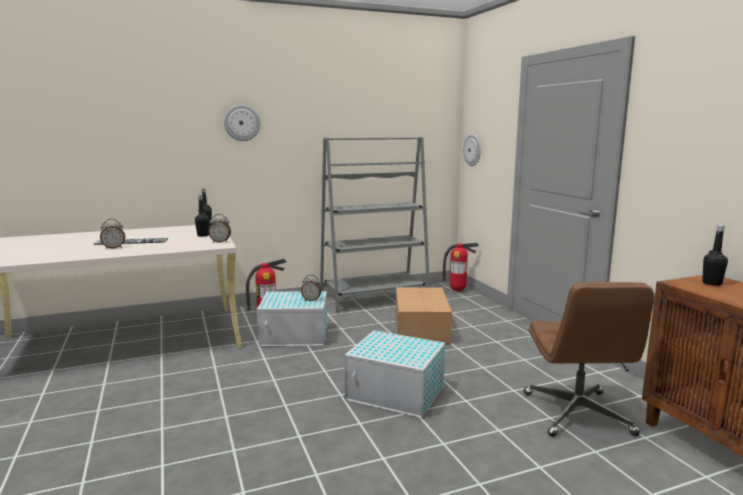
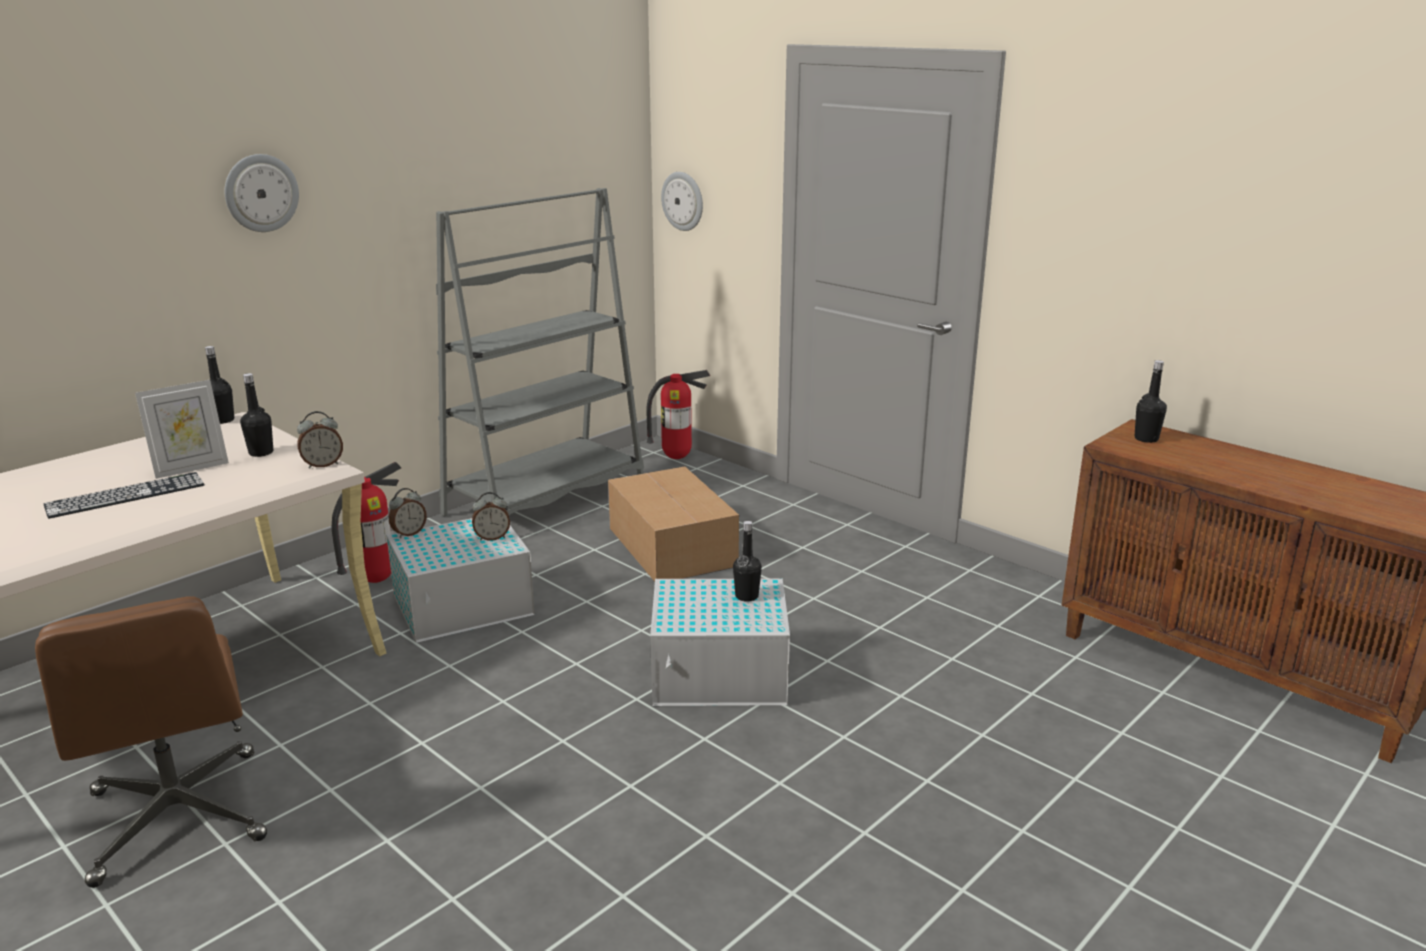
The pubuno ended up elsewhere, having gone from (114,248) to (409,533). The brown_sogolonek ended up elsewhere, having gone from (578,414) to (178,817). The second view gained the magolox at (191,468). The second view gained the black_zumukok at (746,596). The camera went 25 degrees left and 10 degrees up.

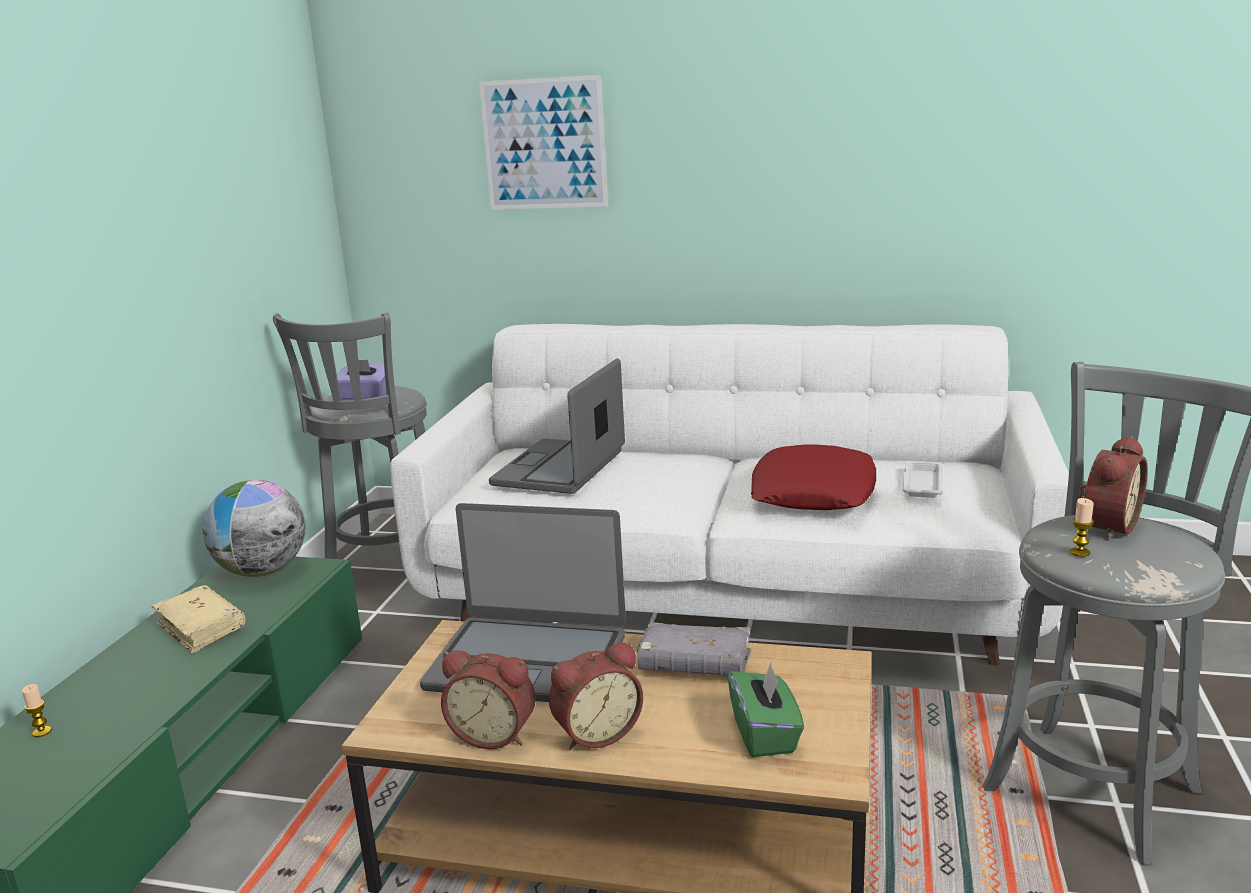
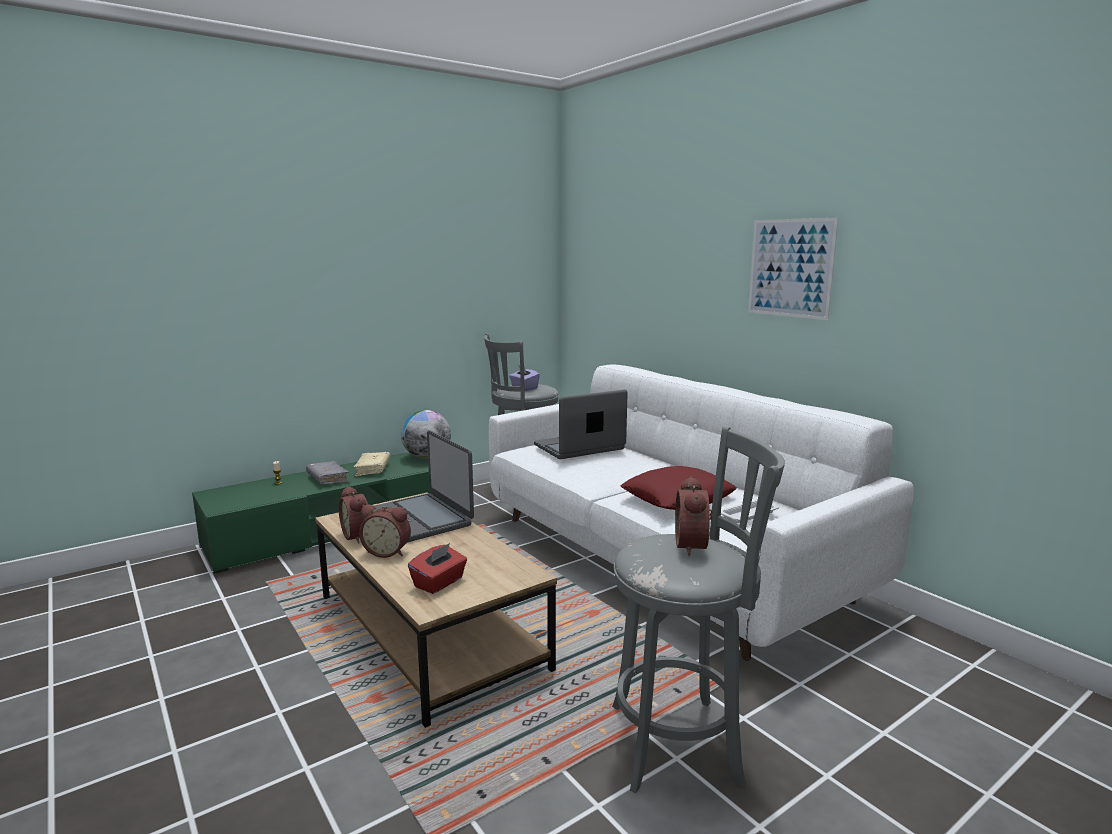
The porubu ended up elsewhere, having gone from (544,144) to (790,268). The pubuno at (1105,526) ended up facing another way, 105 degrees clockwise from before. The second view lost the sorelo at (1079,552). The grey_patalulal ended up elsewhere, having gone from (694,664) to (328,479). What was the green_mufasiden at (765,734) turned into the red_mufasiden at (439,583). The camera went 40 degrees right and 5 degrees down.

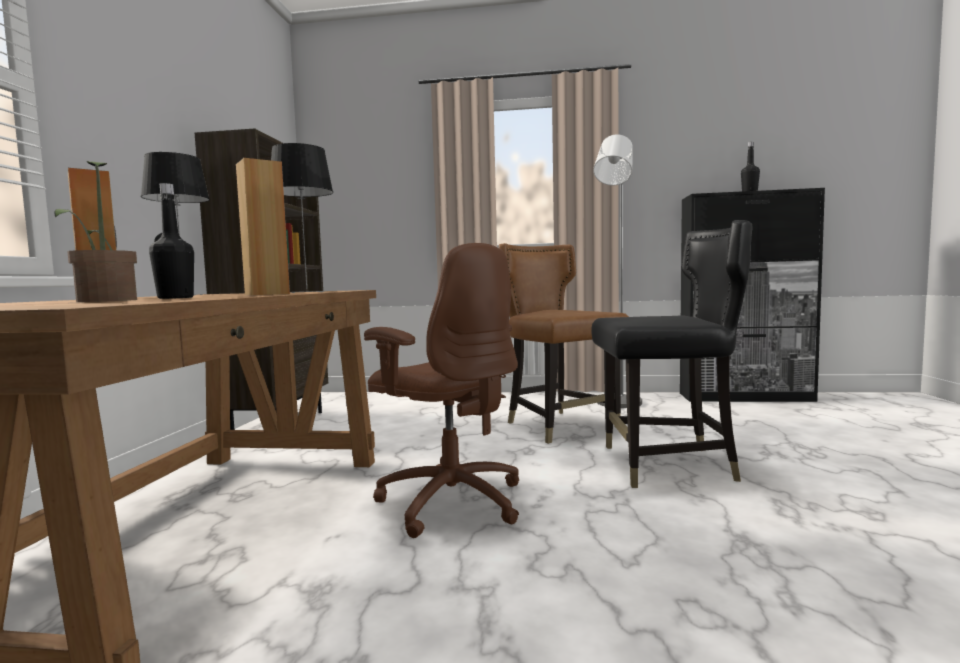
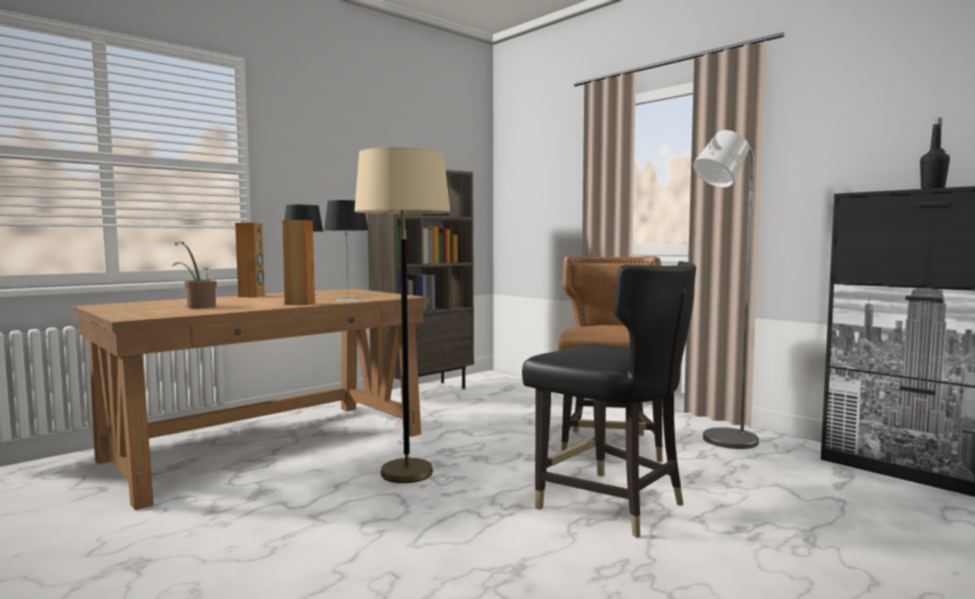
The second view lost the black_zumukok at (175,298). Where the brown_sogolonek stood at (451,501), the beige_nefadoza came to stand at (406,473). The camera went 40 degrees right and 0 degrees up.

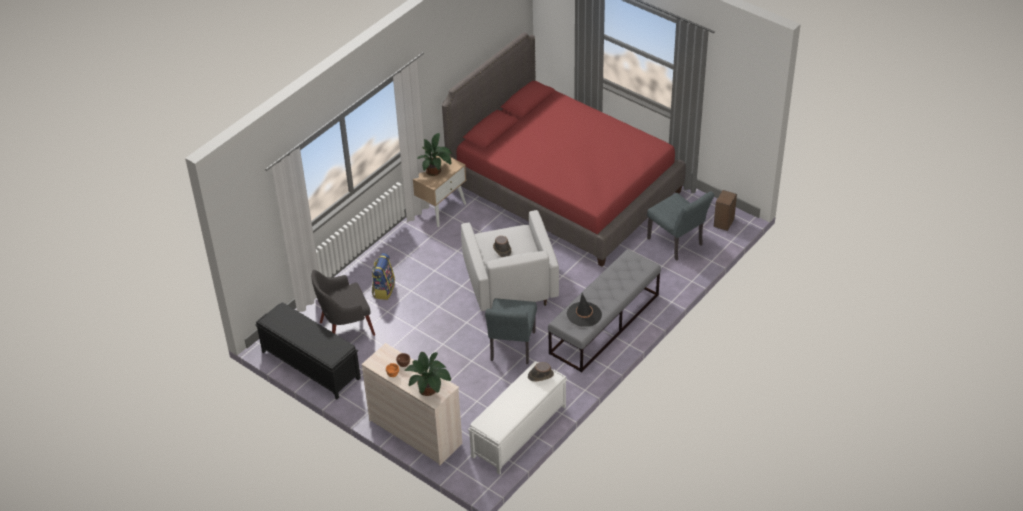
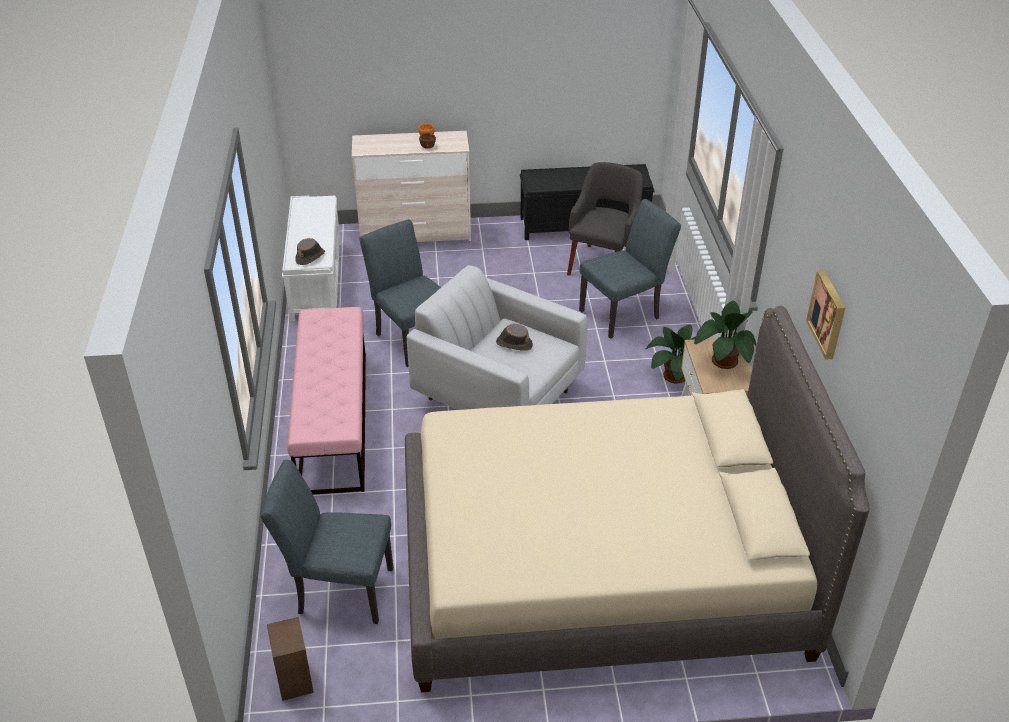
What was the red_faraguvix at (564,189) turned into the beige_faraguvix at (601,567). What was the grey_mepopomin at (604,324) turned into the pink_mepopomin at (333,420). Where the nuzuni stood at (383,289), the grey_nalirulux came to stand at (624,313). The second view lost the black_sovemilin at (584,314). The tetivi ended up elsewhere, having gone from (429,389) to (673,376). The second view gained the porubu at (828,314). The camera went 135 degrees right and 5 degrees down.

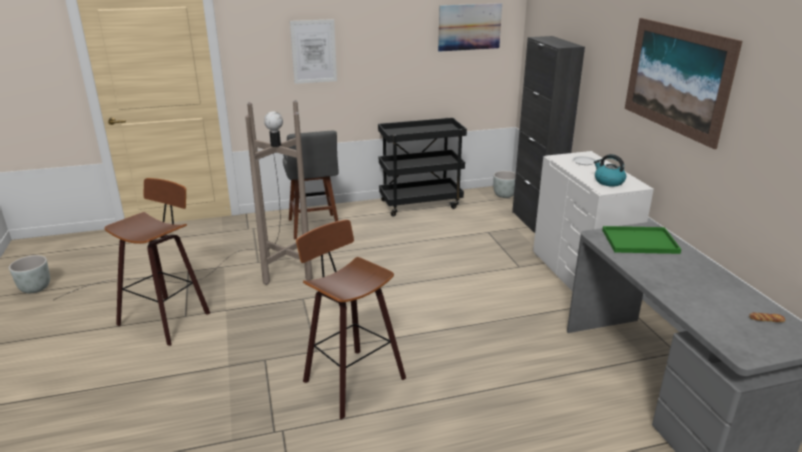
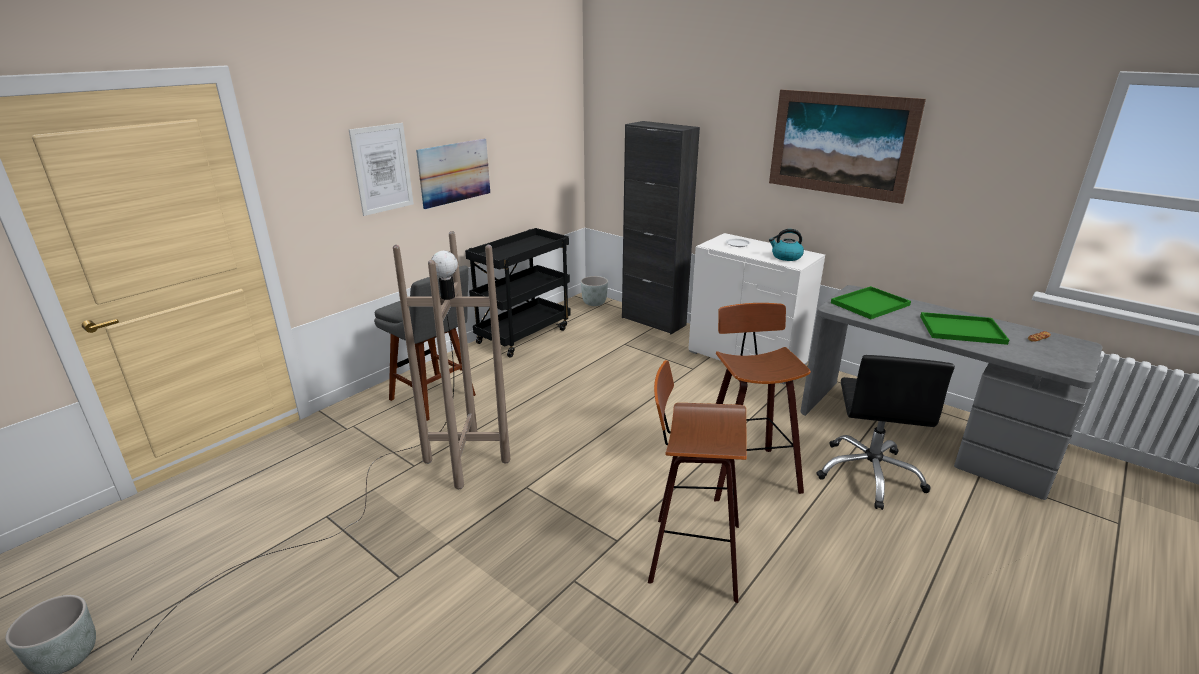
The porubu ended up elsewhere, having gone from (469,27) to (454,172). The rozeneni ended up elsewhere, having gone from (167,318) to (745,471). The second view gained the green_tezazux at (960,330). The second view gained the black_sogolonek at (870,474). The camera went 35 degrees left and 0 degrees up.

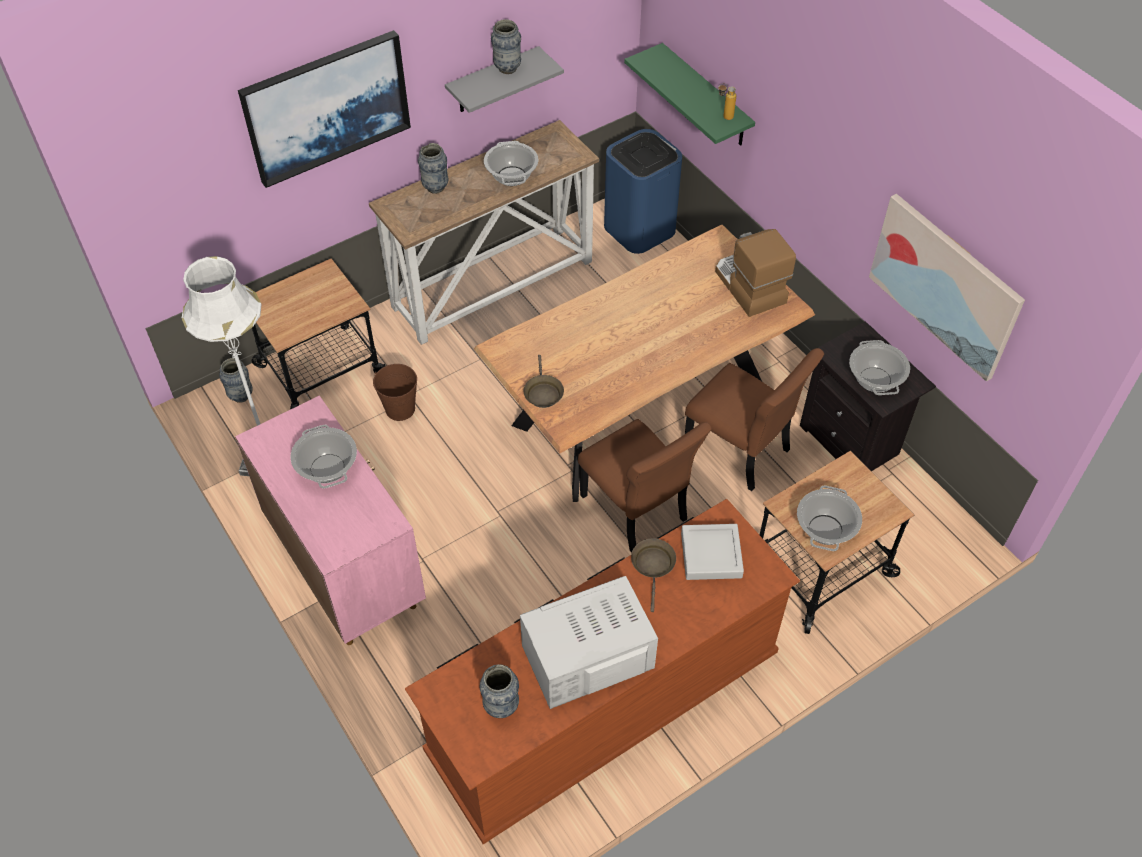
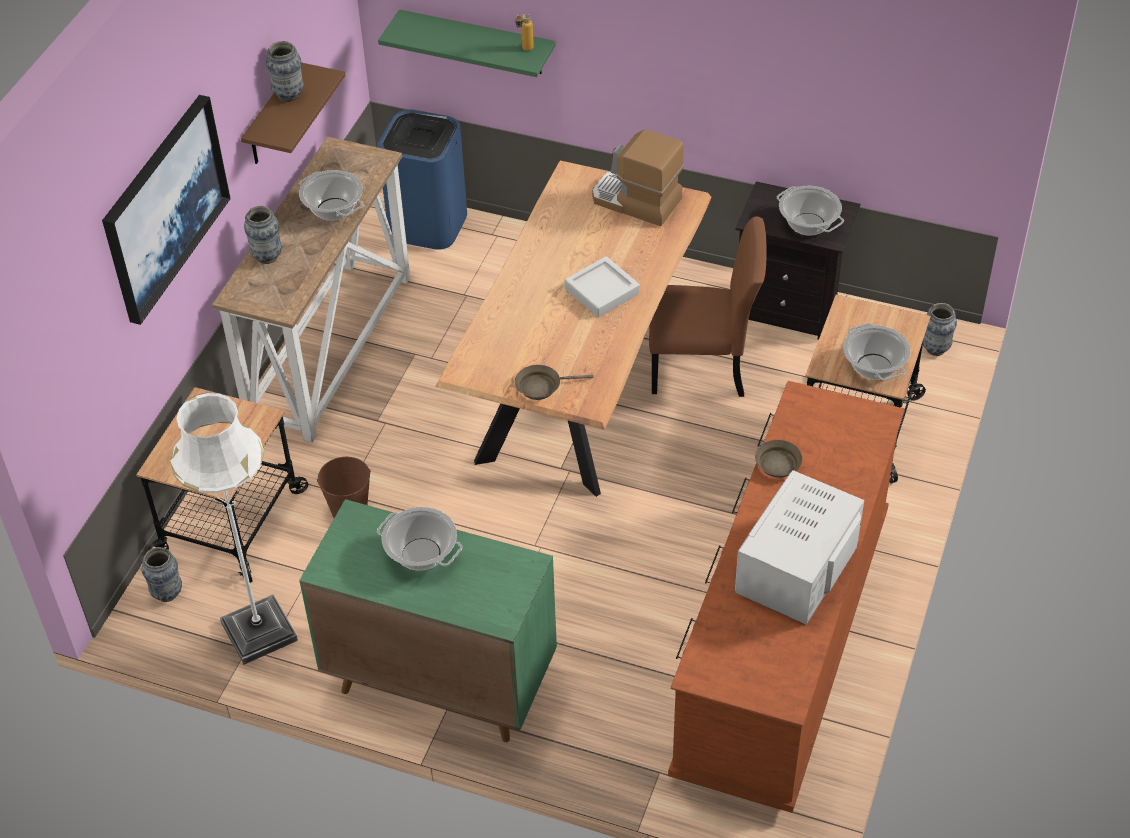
What was the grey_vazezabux at (493,81) turned into the brown_vazezabux at (272,117). The second view lost the porubu at (945,285). The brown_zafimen at (543,392) ended up facing another way, 120 degrees clockwise from before. What was the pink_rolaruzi at (345,569) turned into the green_rolaruzi at (439,680). The second view lost the brown_nalirulux at (636,511). The grey_tezazux ended up elsewhere, having gone from (711,555) to (602,291). The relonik ended up elsewhere, having gone from (501,706) to (935,349). The camera went 35 degrees left and 5 degrees down.

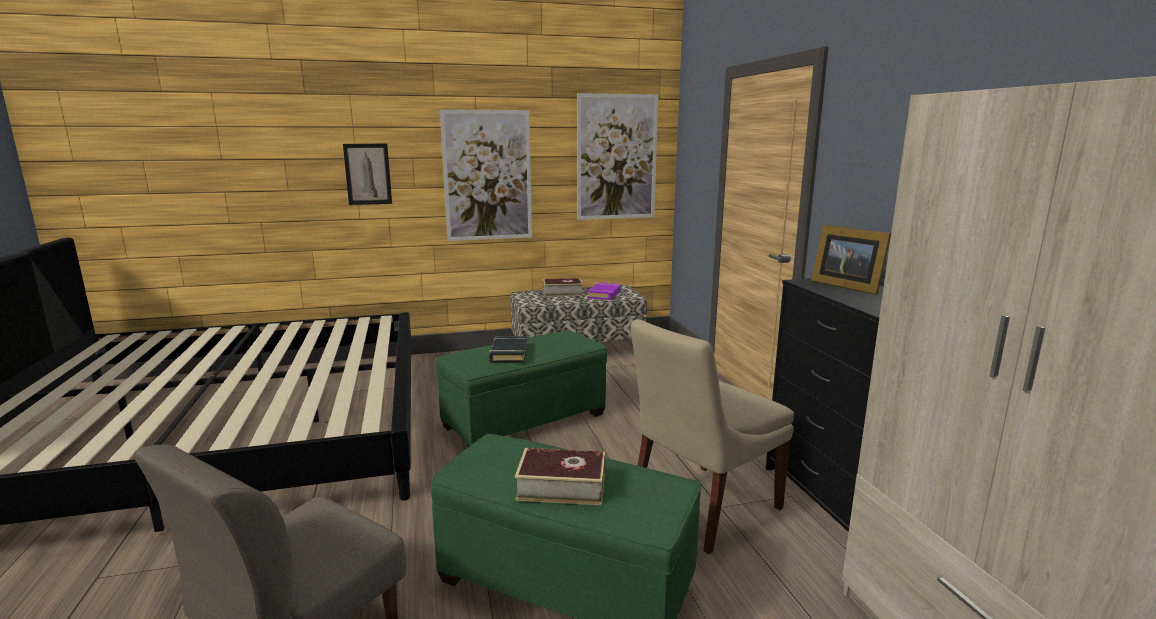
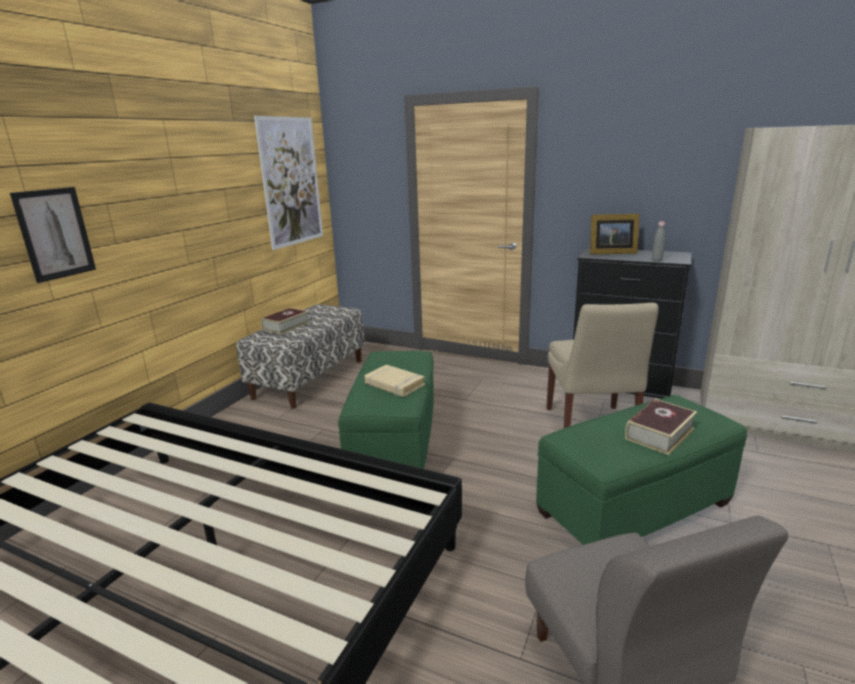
The second view lost the porubu at (487,176). The second view lost the purple_patalulal at (604,294). What was the black_patalulal at (508,353) turned into the beige_patalulal at (394,385). The second view gained the grey_zumukok at (656,260). The camera went 50 degrees left and 5 degrees up.

